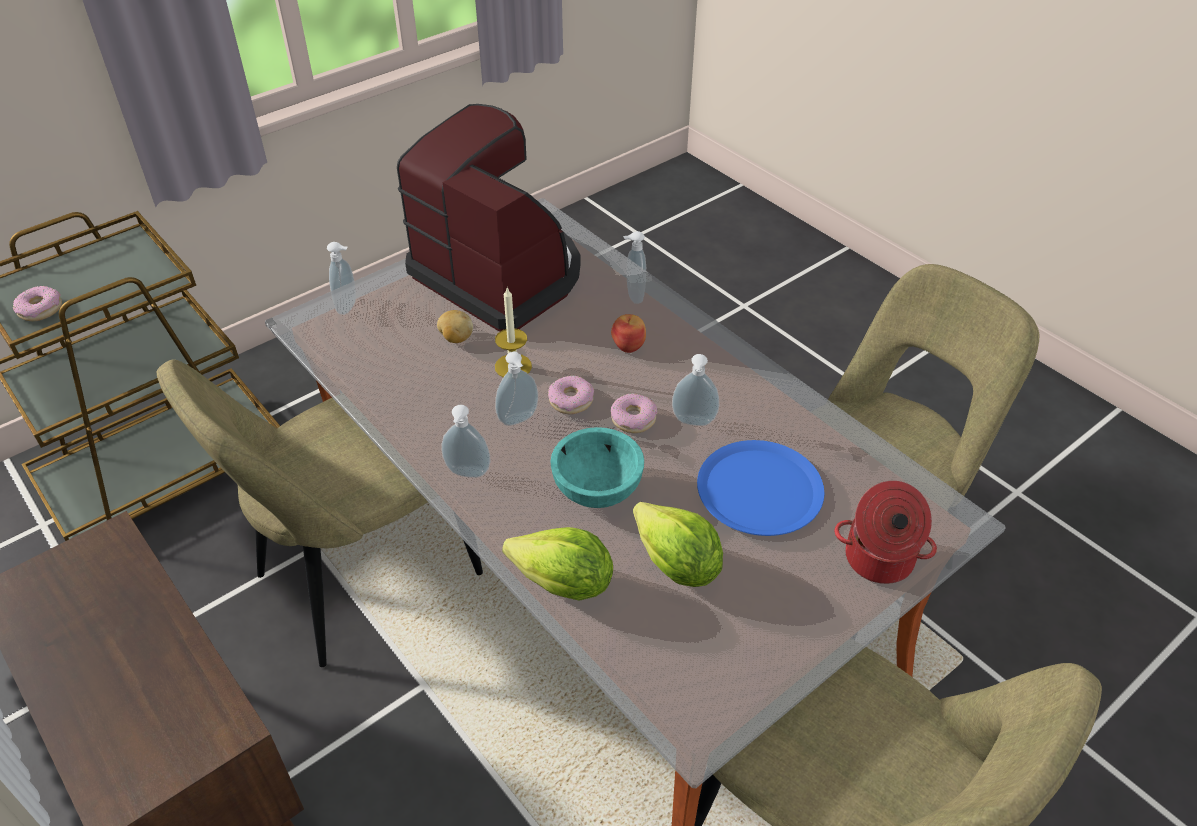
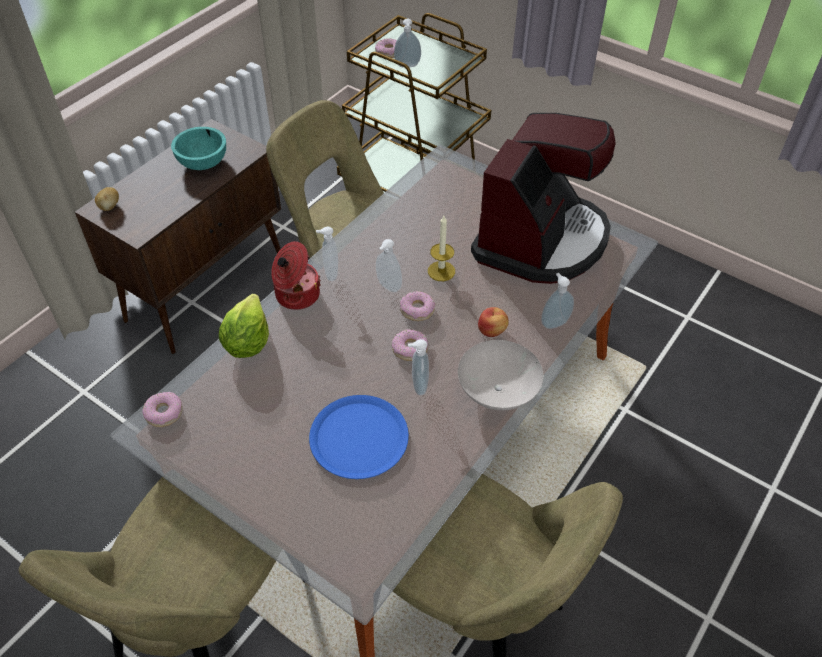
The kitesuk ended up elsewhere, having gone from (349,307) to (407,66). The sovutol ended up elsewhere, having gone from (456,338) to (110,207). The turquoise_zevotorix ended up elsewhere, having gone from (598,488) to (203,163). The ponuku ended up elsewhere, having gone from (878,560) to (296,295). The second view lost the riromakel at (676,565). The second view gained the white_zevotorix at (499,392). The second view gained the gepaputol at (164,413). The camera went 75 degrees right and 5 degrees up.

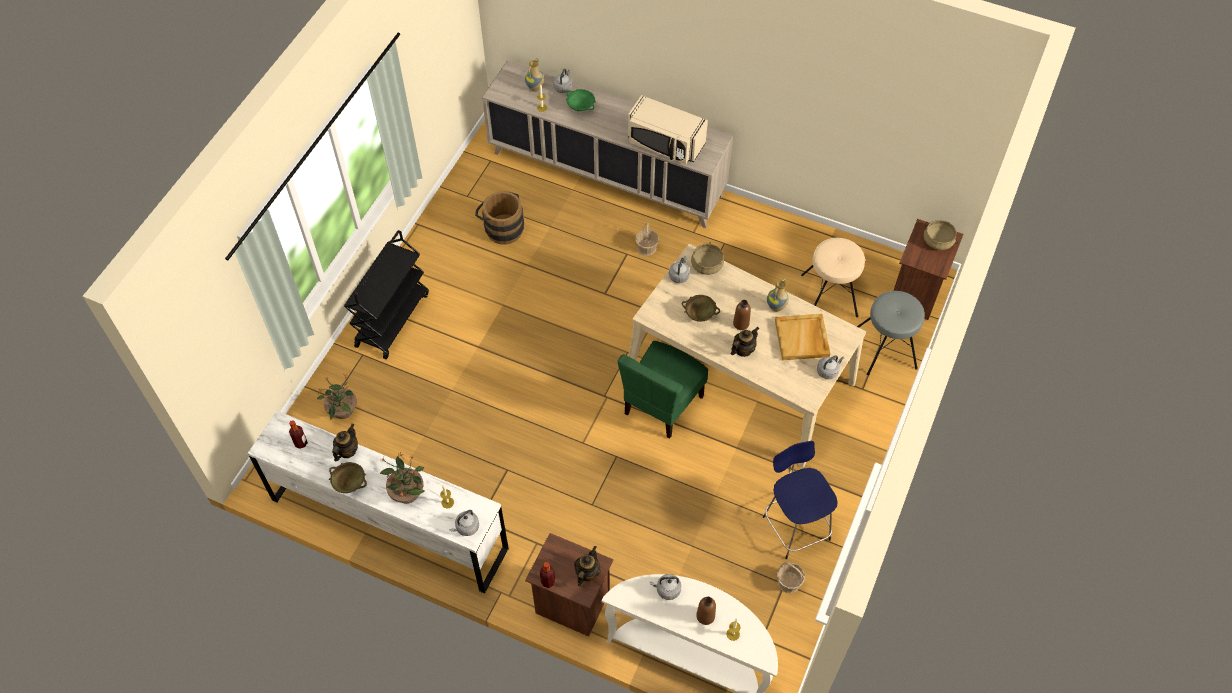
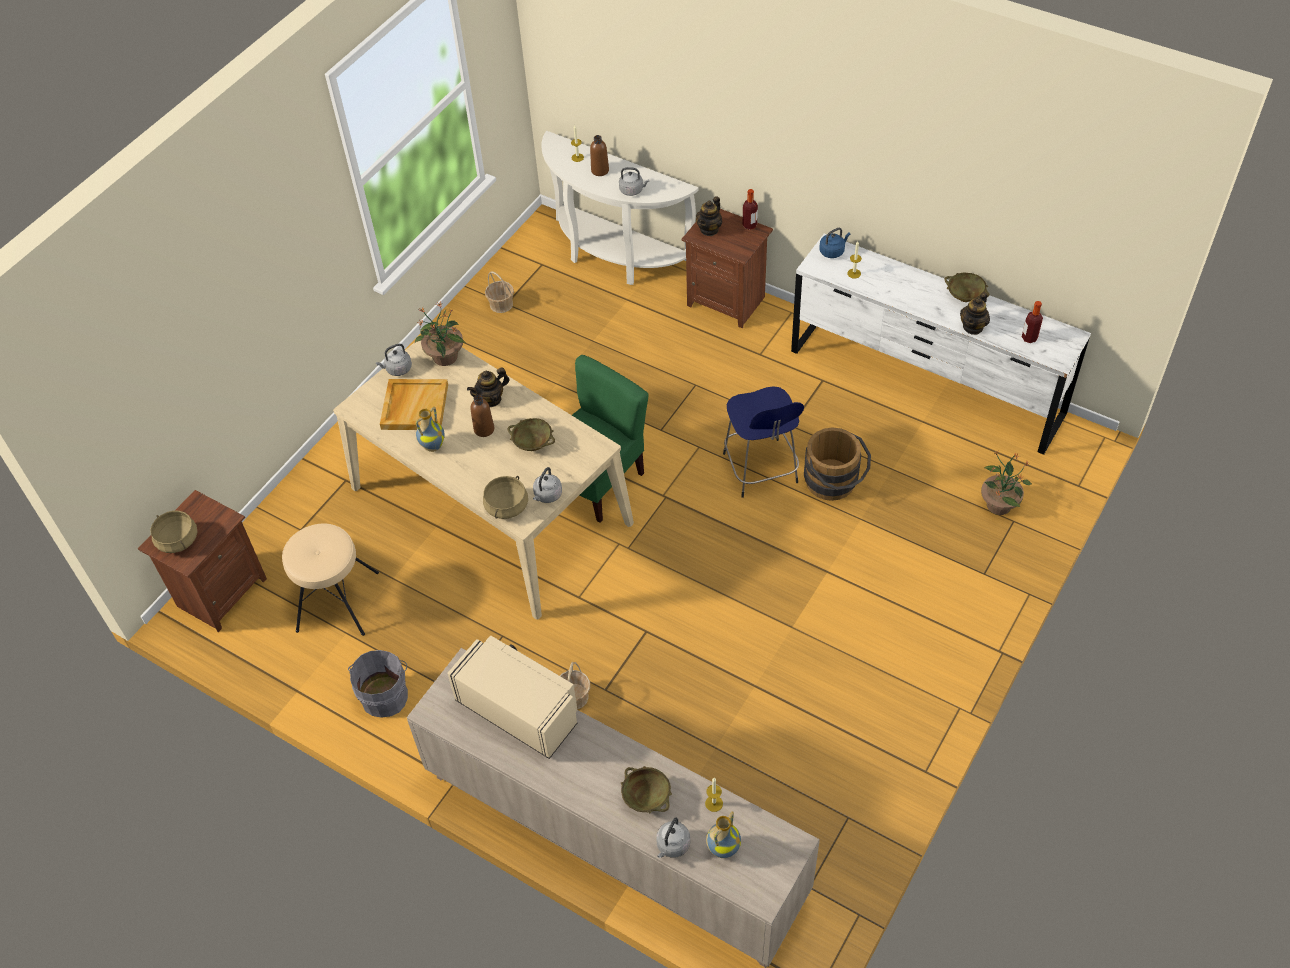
What was the green_zevotorix at (581,107) turned into the beige_zevotorix at (646,798). The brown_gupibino ended up elsewhere, having gone from (502,227) to (834,484). The second view lost the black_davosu at (392,319). The second view lost the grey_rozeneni at (886,348). The blue_rozeneni ended up elsewhere, having gone from (795,526) to (761,470). The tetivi ended up elsewhere, having gone from (407,493) to (445,357). What was the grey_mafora at (466,527) turned into the blue_mafora at (833,251). The second view gained the grey_gupibino at (385,694). The camera went 170 degrees left and 5 degrees down.

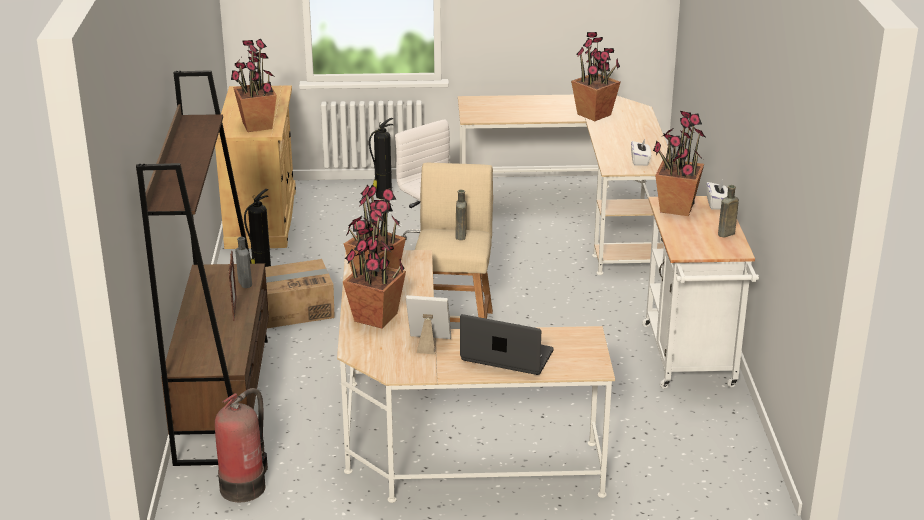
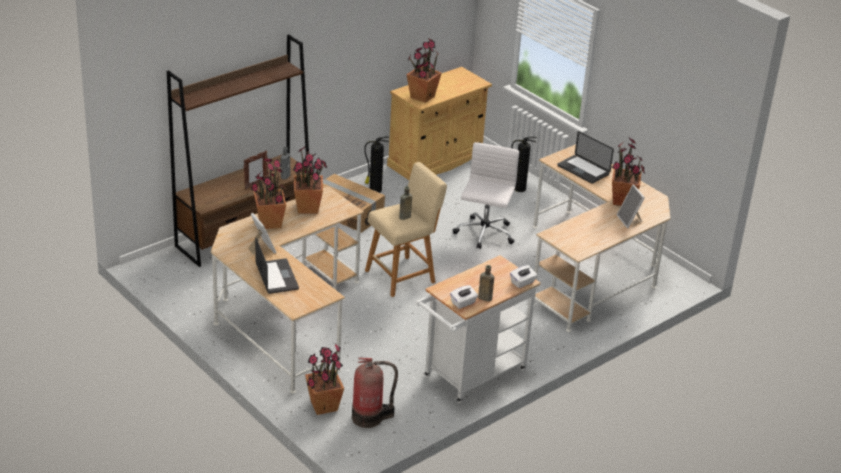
The tetivi ended up elsewhere, having gone from (676,208) to (323,406). The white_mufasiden ended up elsewhere, having gone from (640,161) to (463,303). The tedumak ended up elsewhere, having gone from (245,485) to (370,417). The second view gained the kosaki at (583,170). The second view gained the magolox at (630,221). The camera went 50 degrees right and 5 degrees up.

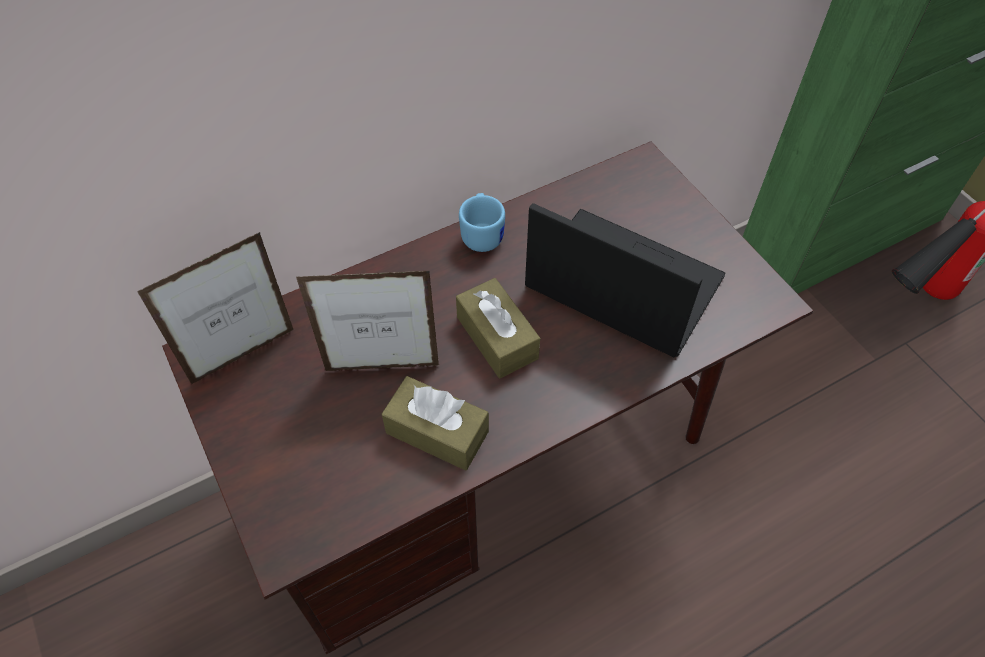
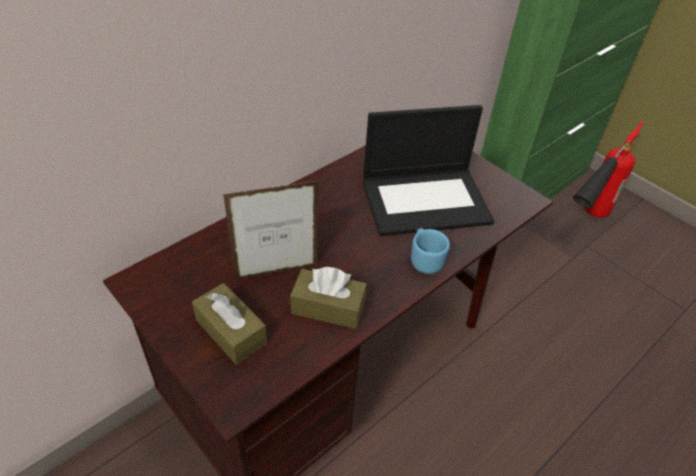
The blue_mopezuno ended up elsewhere, having gone from (482,233) to (425,259). The kosaki at (621,283) ended up facing another way, 150 degrees clockwise from before. The second view lost the magolox at (244,356). The brown_mufasiden ended up elsewhere, having gone from (497,338) to (231,331). The camera went 15 degrees left and 10 degrees down.

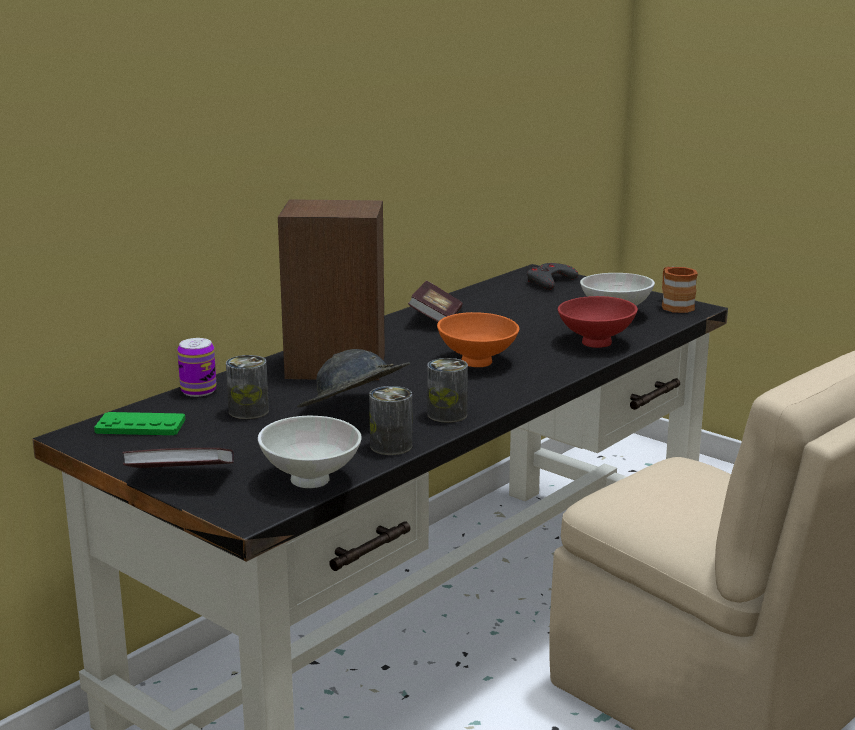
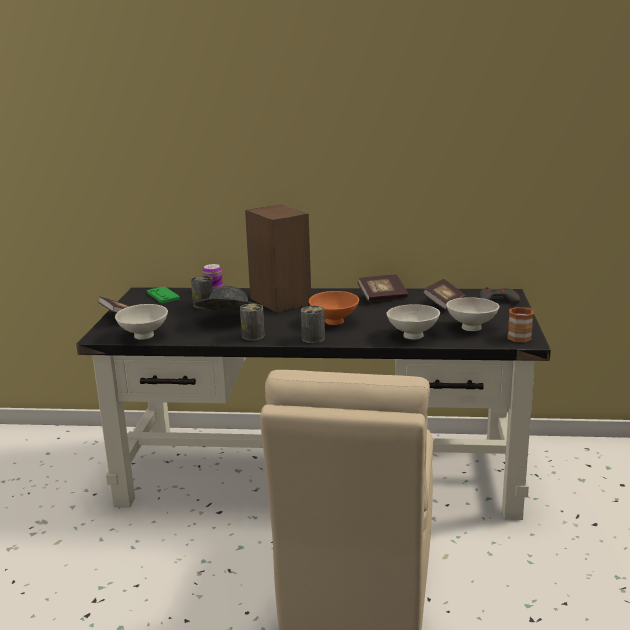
What was the red_zevotorix at (596,343) turned into the white_zevotorix at (411,336). The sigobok ended up elsewhere, having gone from (391,446) to (313,338). The second view gained the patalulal at (444,304). The camera went 55 degrees right and 0 degrees up.

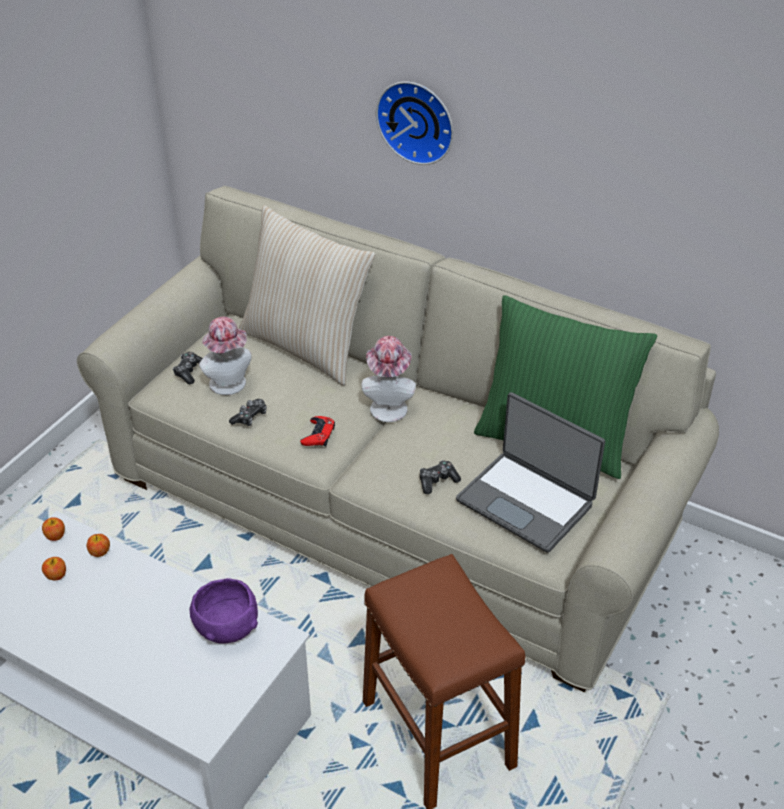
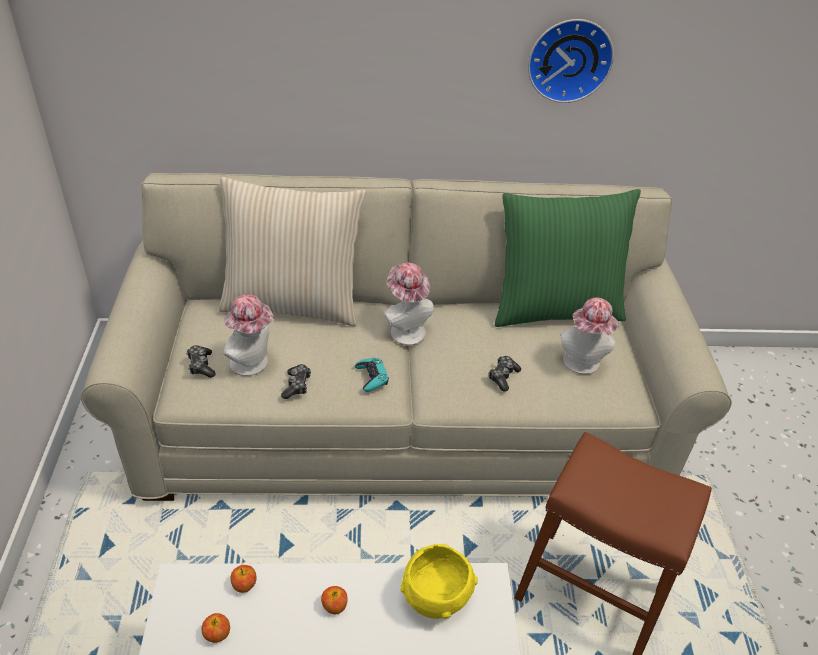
The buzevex ended up elsewhere, having gone from (417,120) to (569,59). Where the kosaki stood at (526,501), the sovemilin came to stand at (581,365). What was the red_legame at (318,435) turned into the turquoise_legame at (371,377). The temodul ended up elsewhere, having gone from (55,536) to (334,606). What was the purple_zevotorix at (227,629) turned into the yellow_zevotorix at (434,598). The camera went 35 degrees left and 0 degrees up.

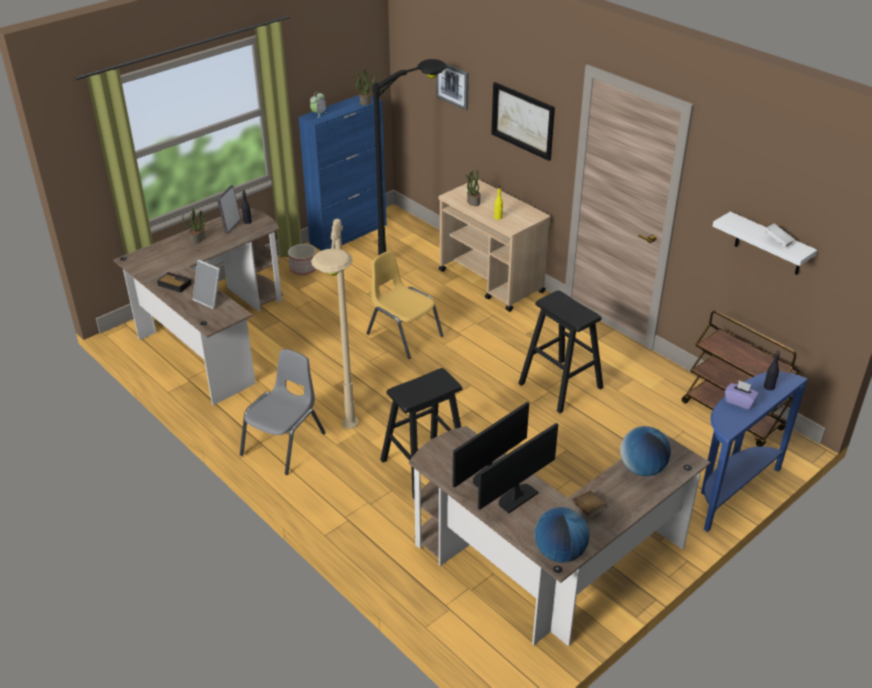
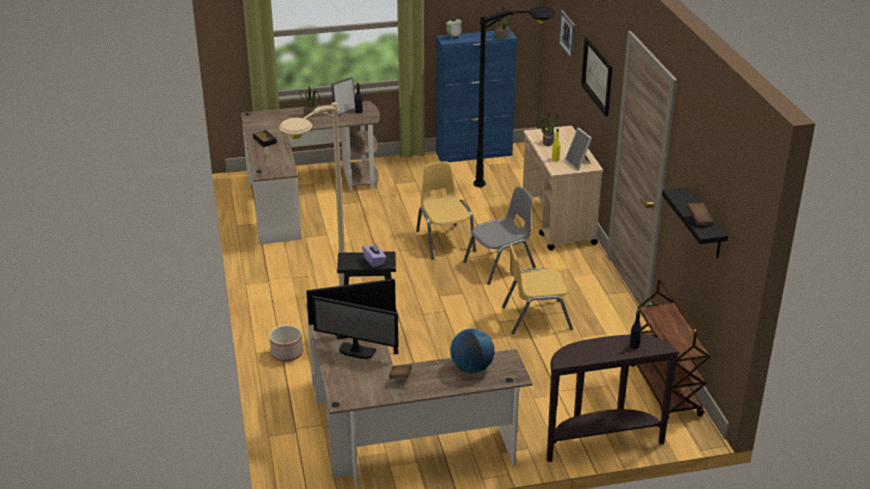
What was the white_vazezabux at (769,244) turned into the black_vazezabux at (705,225). What was the white_patalulal at (777,242) turned into the brown_patalulal at (698,220). The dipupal ended up elsewhere, having gone from (303,269) to (287,354). The magolox ended up elsewhere, having gone from (210,300) to (578,164). Where the black_rozeneni stood at (560,385), the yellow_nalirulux came to stand at (536,317). The grey_nalirulux ended up elsewhere, having gone from (284,444) to (500,265). What was the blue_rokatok at (730,491) turned into the brown_rokatok at (600,442). The purple_mufasiden ended up elsewhere, having gone from (739,402) to (374,261). The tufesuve at (516,497) ended up facing another way, 150 degrees counterclockwise from before. The second view lost the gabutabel at (559,553). The camera went 30 degrees right and 5 degrees down.

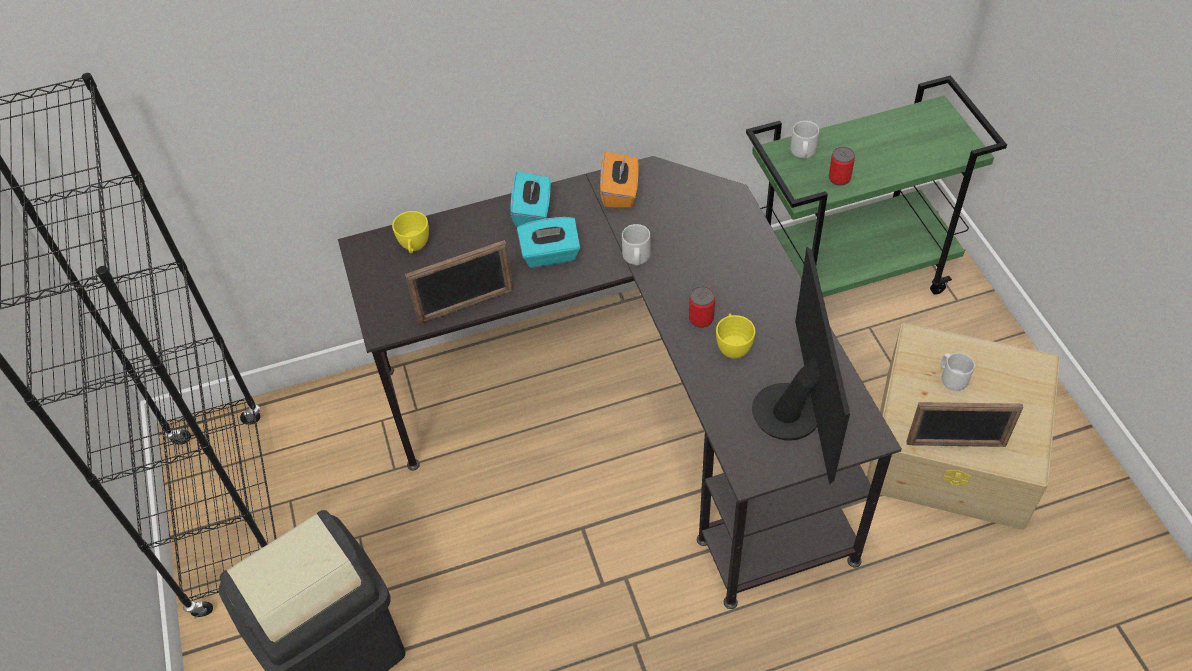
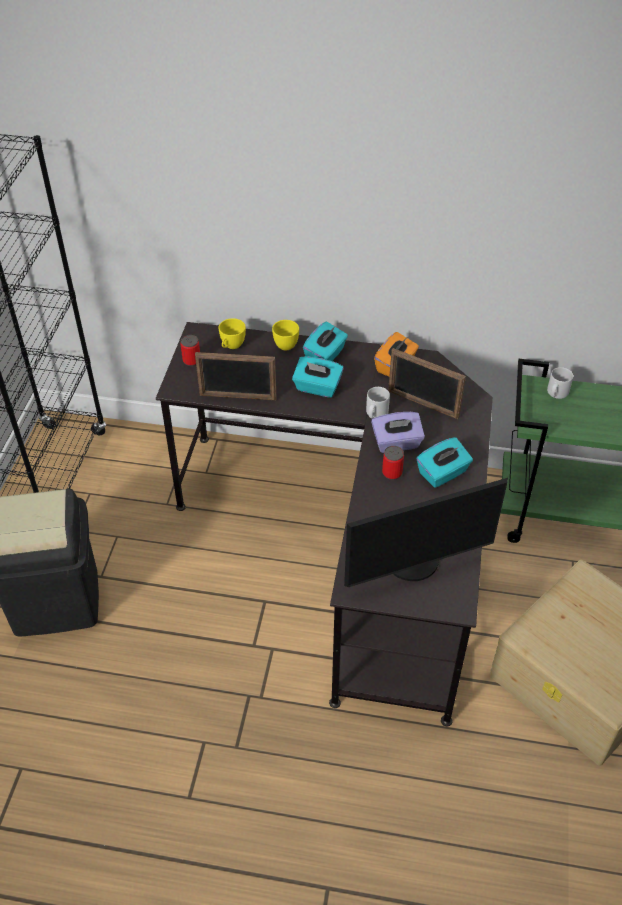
The sigobok ended up elsewhere, having gone from (839,178) to (191,360). The tufesuve at (794,411) ended up facing another way, 45 degrees clockwise from before. The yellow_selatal ended up elsewhere, having gone from (733,346) to (287,343). The second view lost the grey_mopezuno at (952,377). The magolox ended up elsewhere, having gone from (956,444) to (423,404). The second view gained the purple_mufasiden at (396,443). The second view gained the turquoise_mufasiden at (442,473). The camera went 25 degrees right and 5 degrees down.

